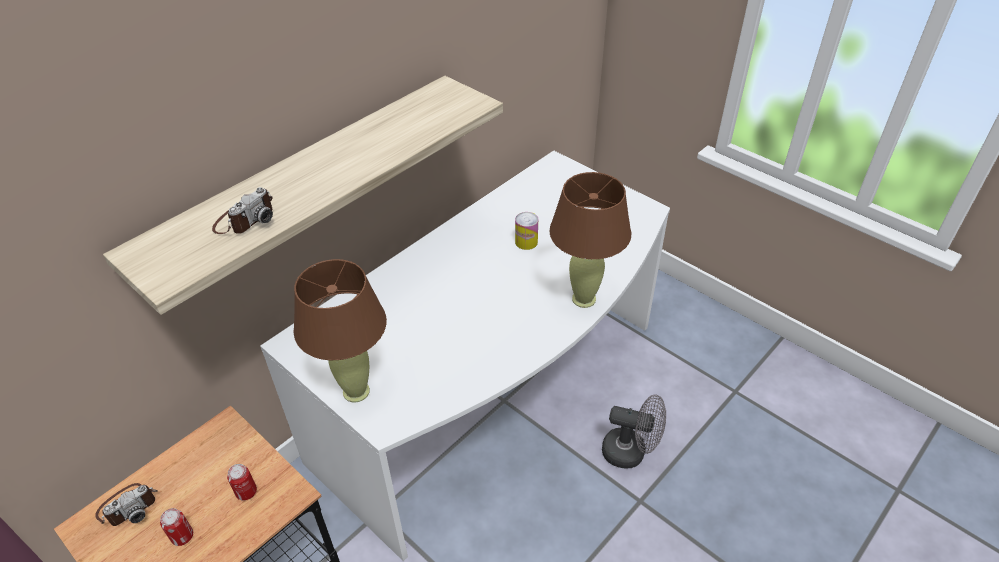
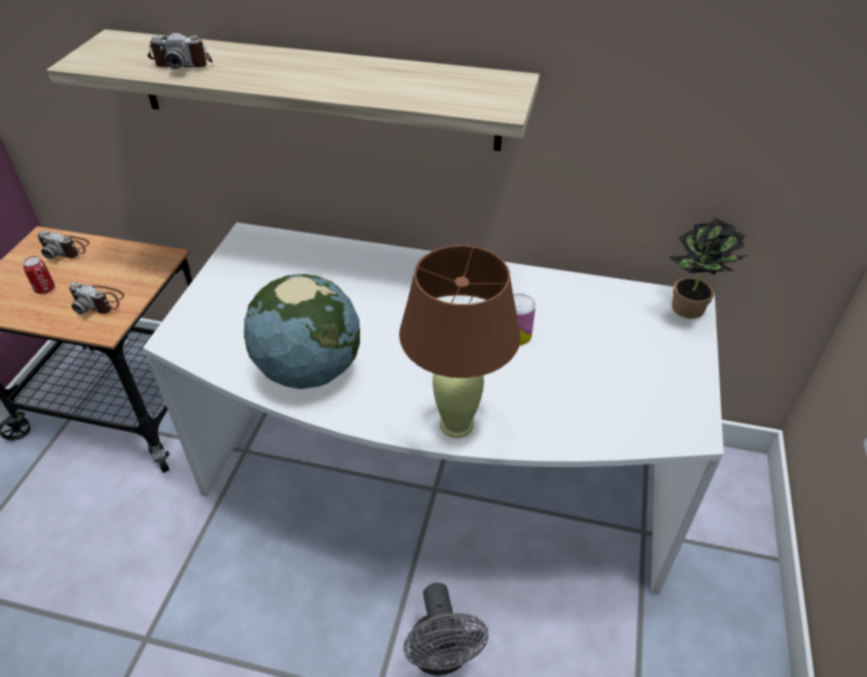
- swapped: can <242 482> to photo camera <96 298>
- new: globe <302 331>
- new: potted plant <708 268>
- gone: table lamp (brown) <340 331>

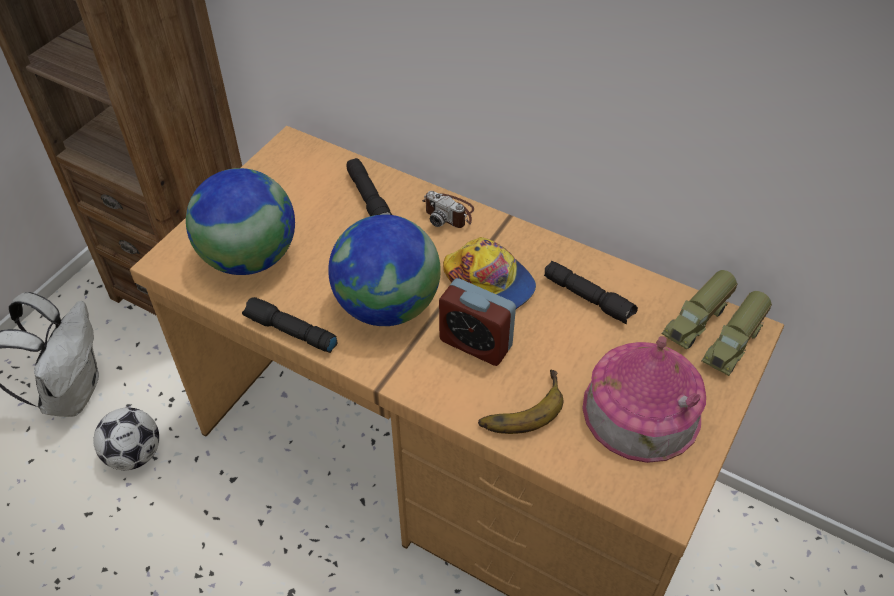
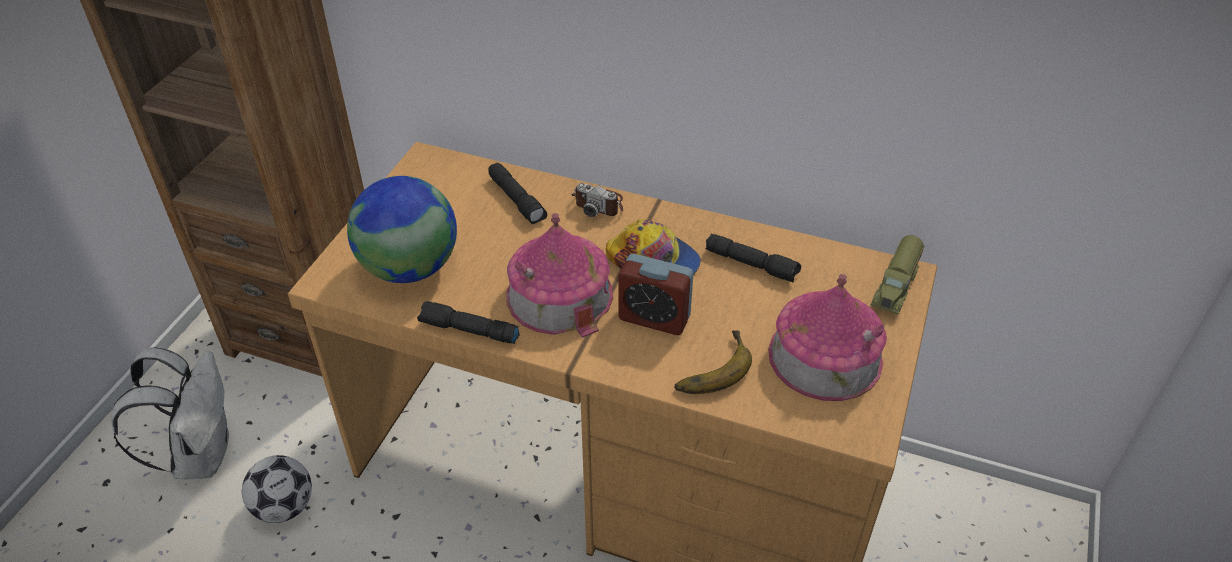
- swapped: globe <384 270> to toy house <560 275>
- gone: toy truck <699 310>

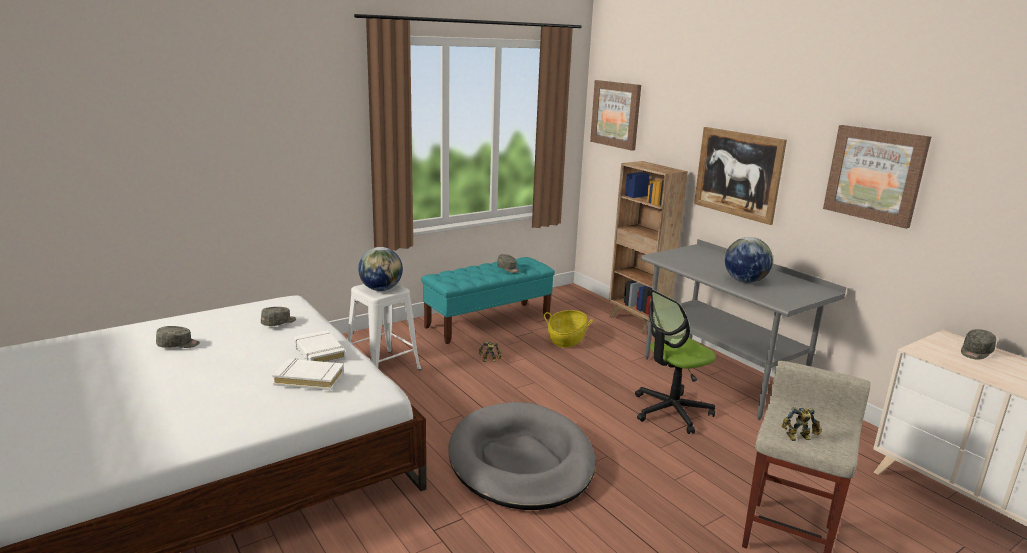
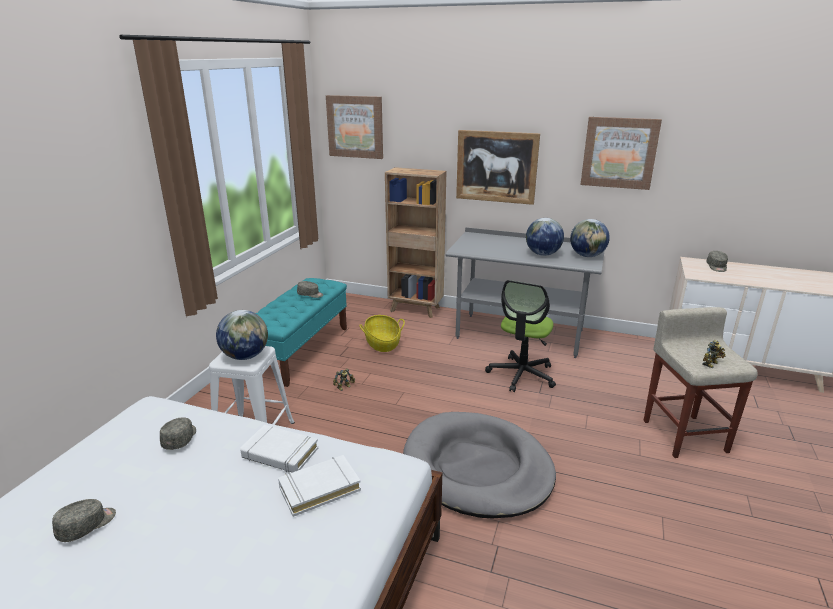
- new: globe <590 238>

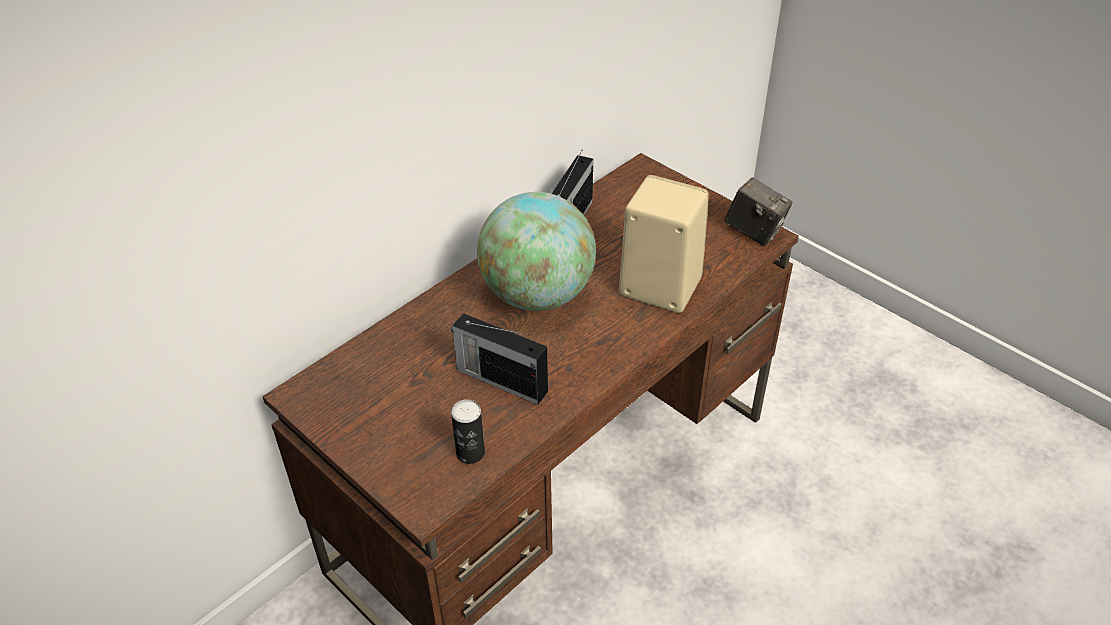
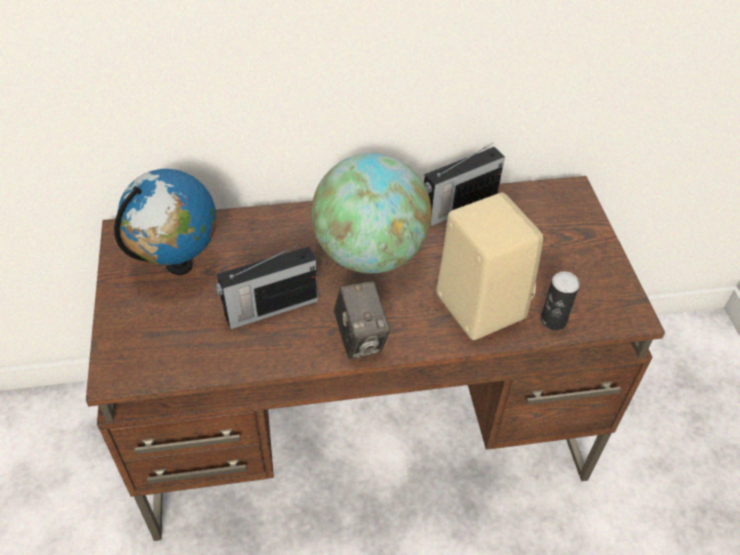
- new: globe <165 222>
- rotated: radio <499 359> = <266 287> 90 degrees counterclockwise
- shifted: photo camera <758 212> to <361 320>
- shifted: can <468 431> to <560 300>

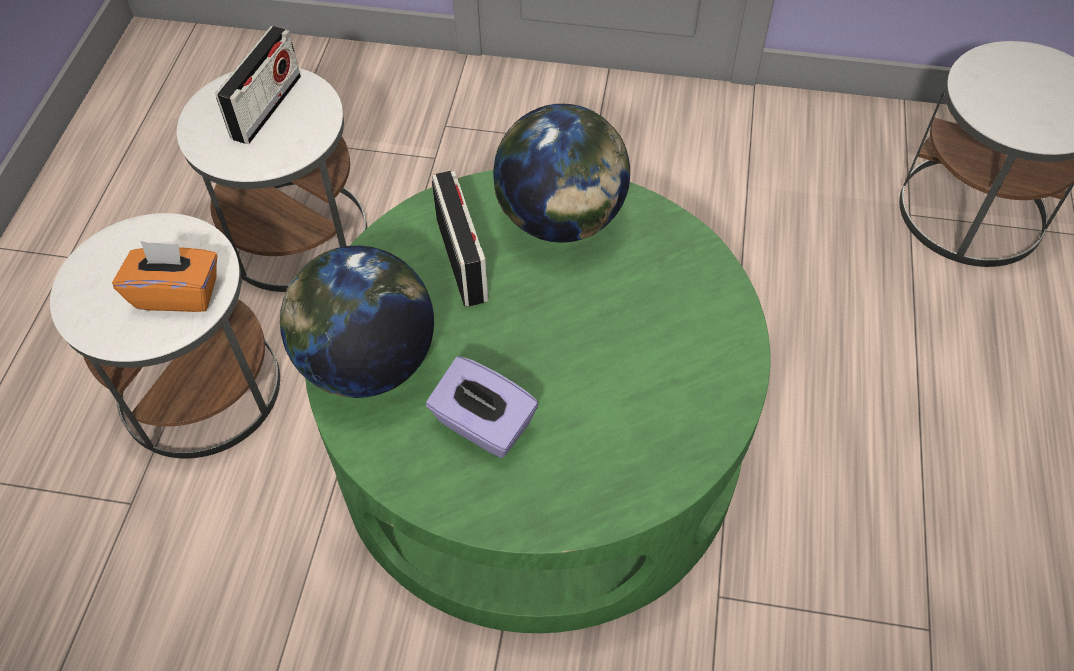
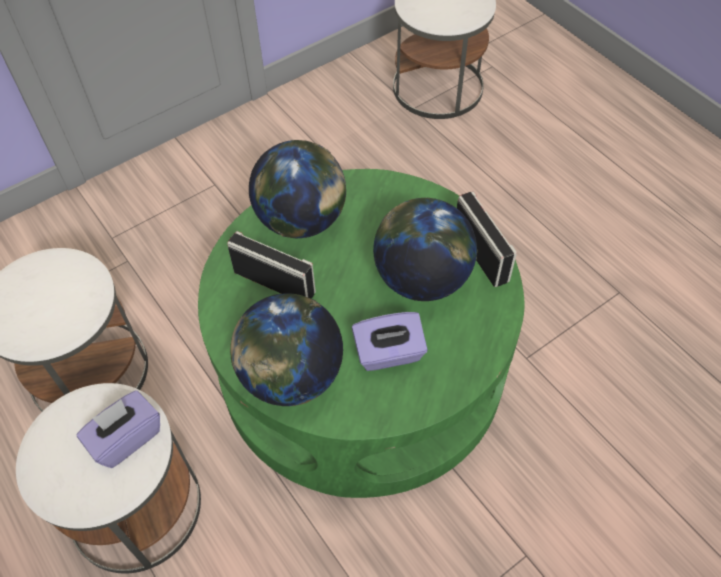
- repainted: tissue box (orange) <164 276> to tissue box (purple) <118 429>
- new: globe <425 249>
- shifted: radio <258 85> to <487 239>

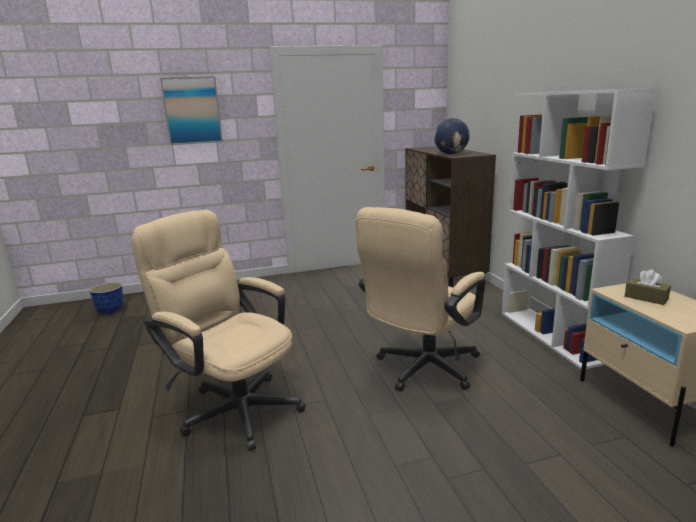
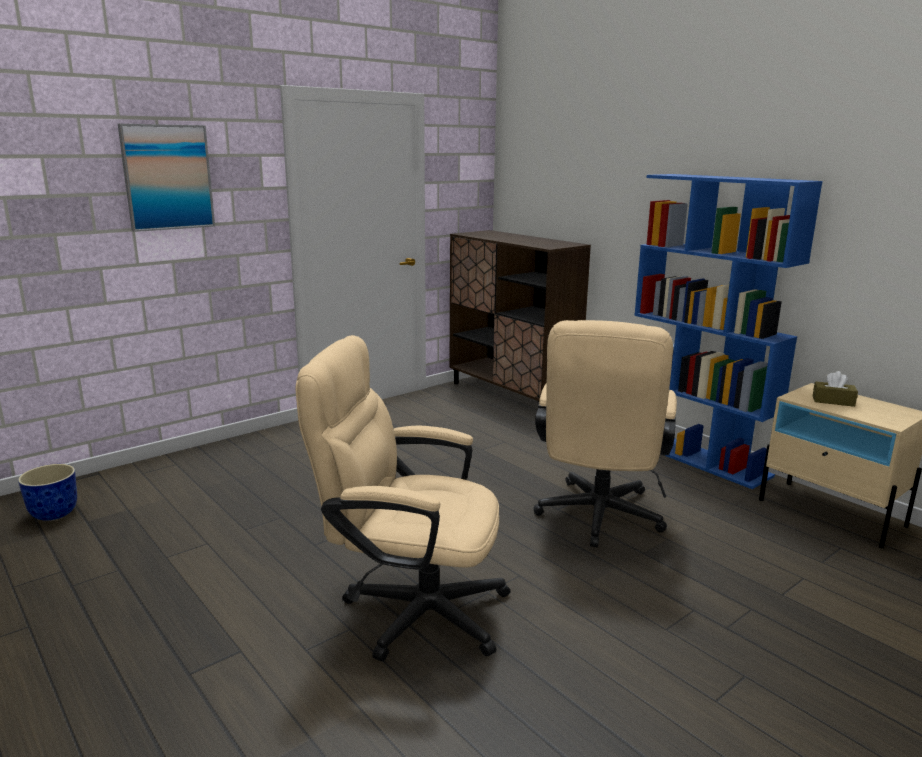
- repainted: bookcase (white) <579 228> to bookcase (blue) <728 331>
- gone: globe <452 136>

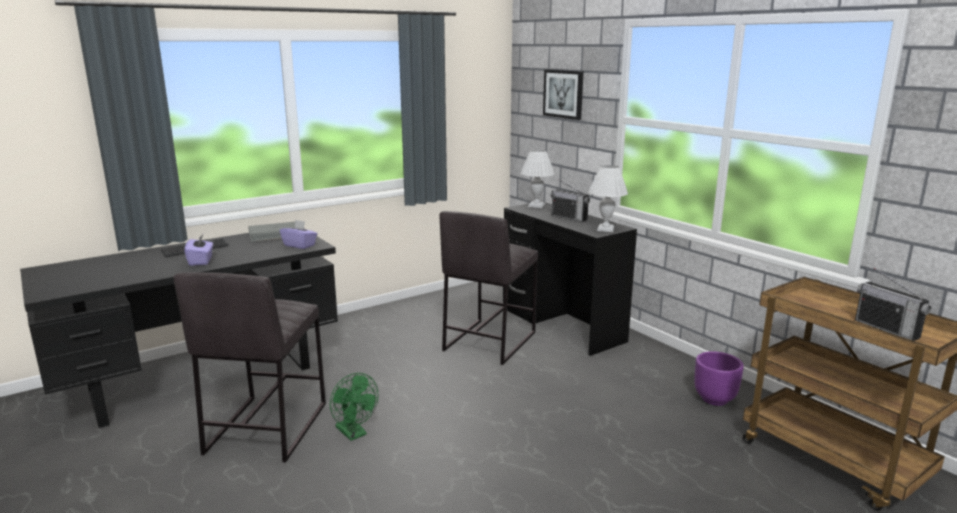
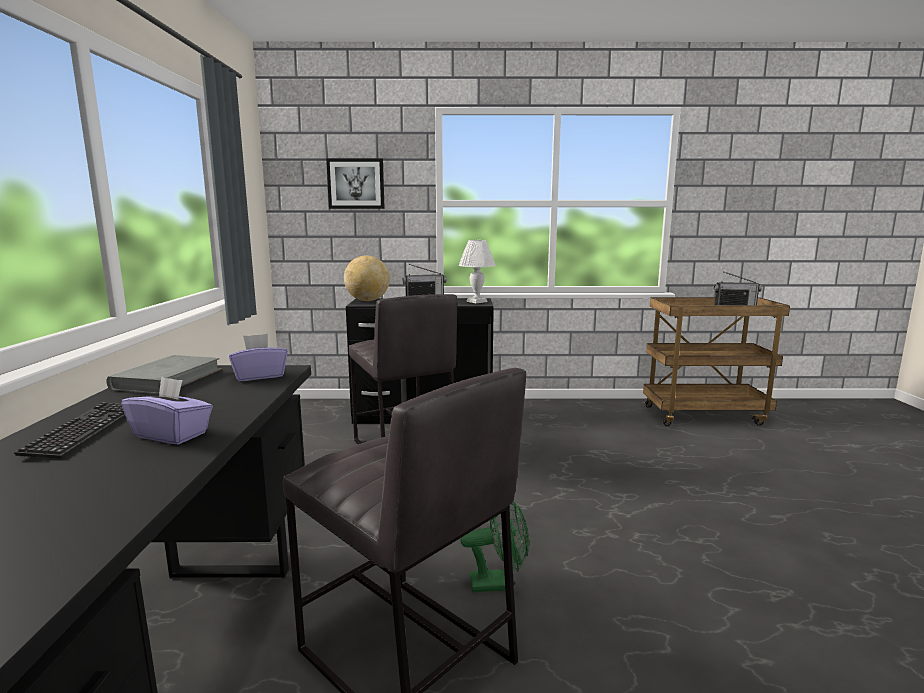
- swapped: table lamp (white) <537 178> to globe <367 278>
- gone: planter (purple) <719 378>

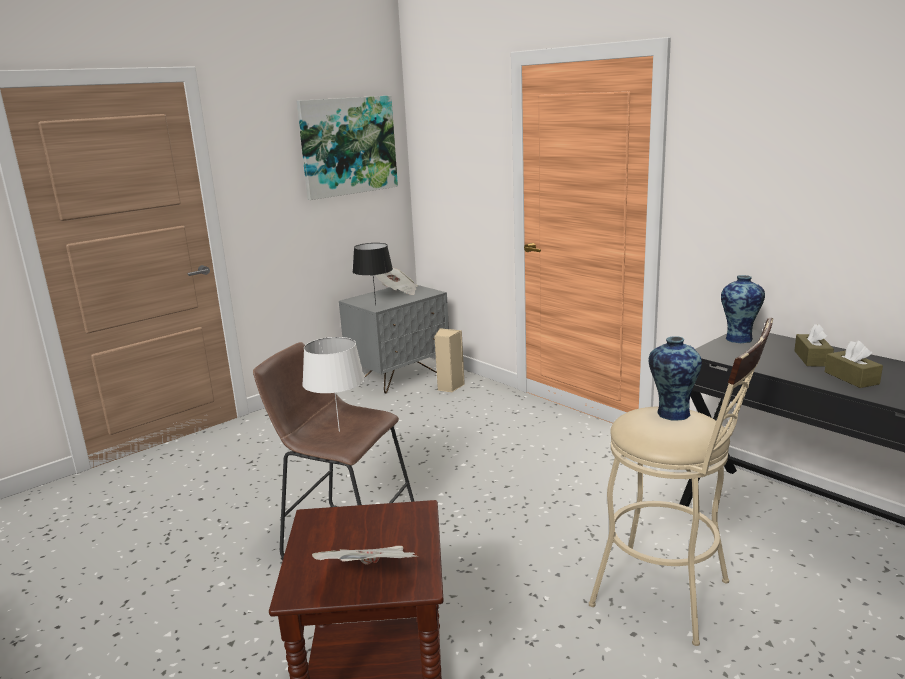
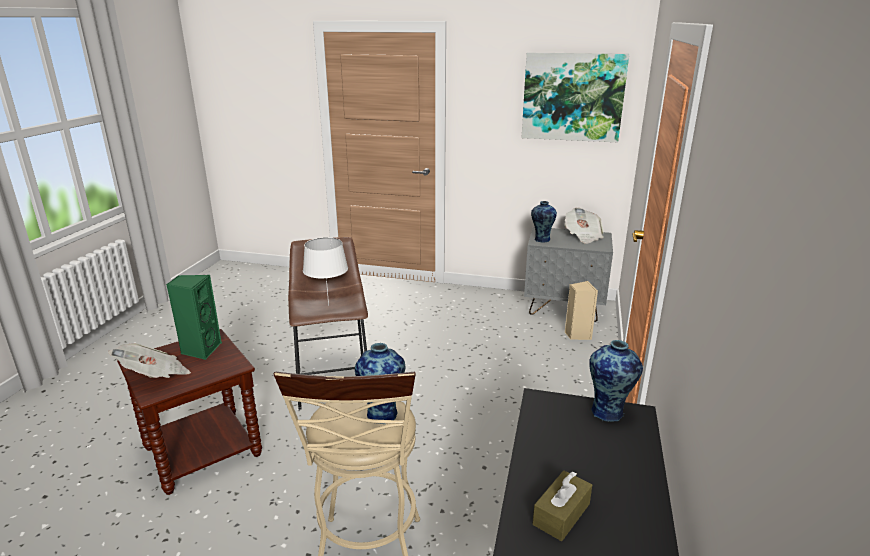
- new: speaker (green) <194 317>
- swapped: table lamp (black) <373 274> to vase <544 222>
- gone: tissue box (brown) <814 345>

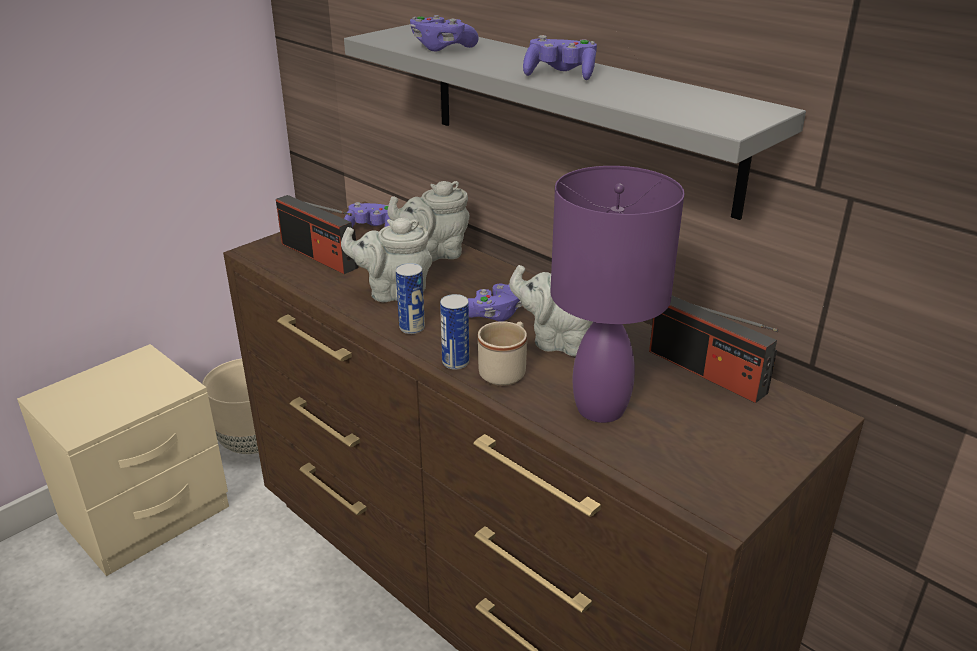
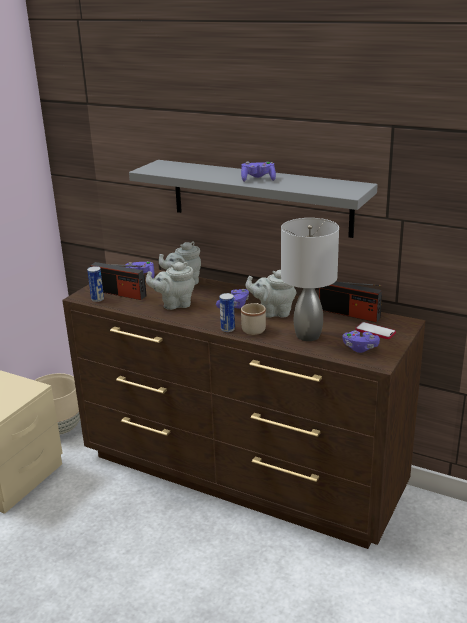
- shifted: can <410 298> to <95 284>
- repainted: table lamp (purple) <618 294> to table lamp (grey) <310 279>
- shifted: game controller (purple) <444 33> to <361 342>
- new: phone <375 330>

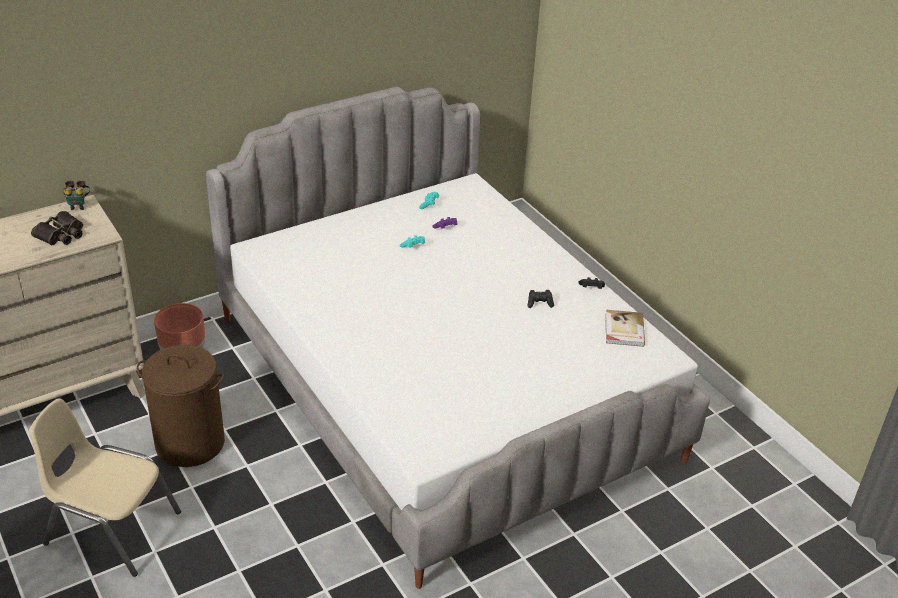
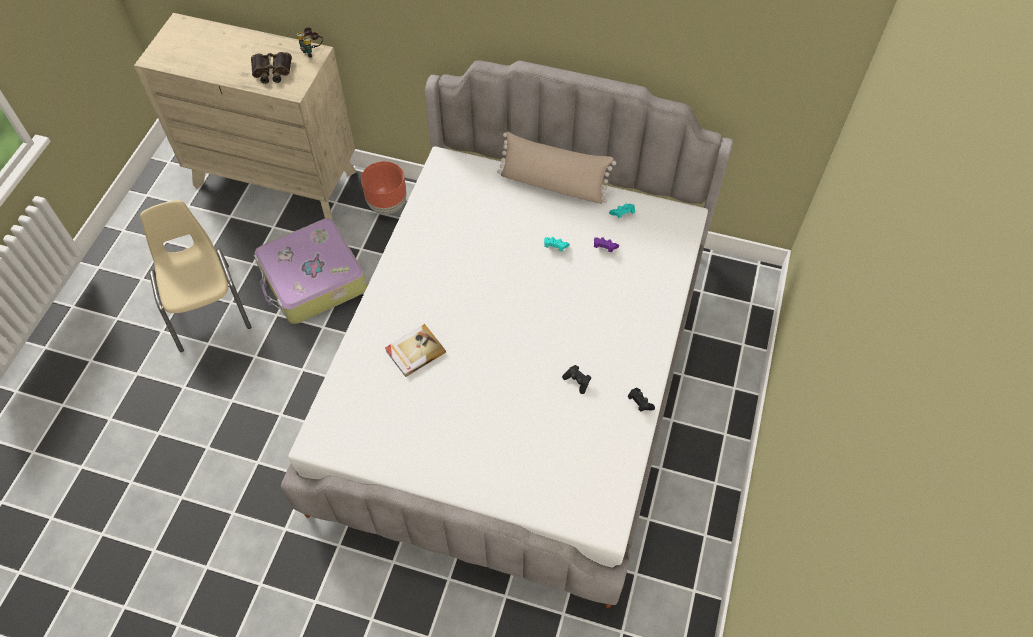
- swapped: laundry basket (brown) <181 406> to suitcase <310 271>
- shifted: book <625 328> to <415 350>
- new: pillow (beige) <556 167>

